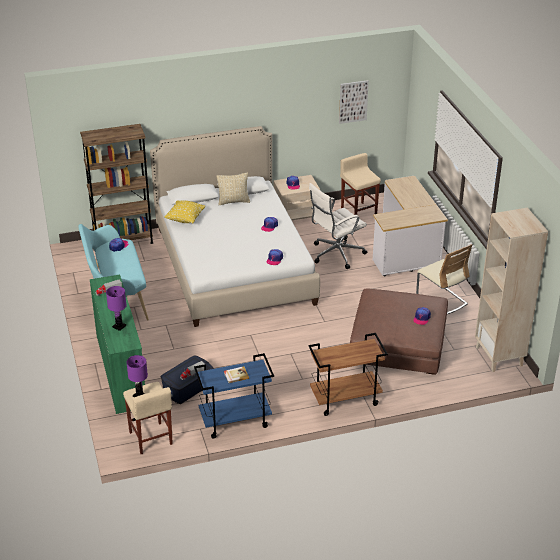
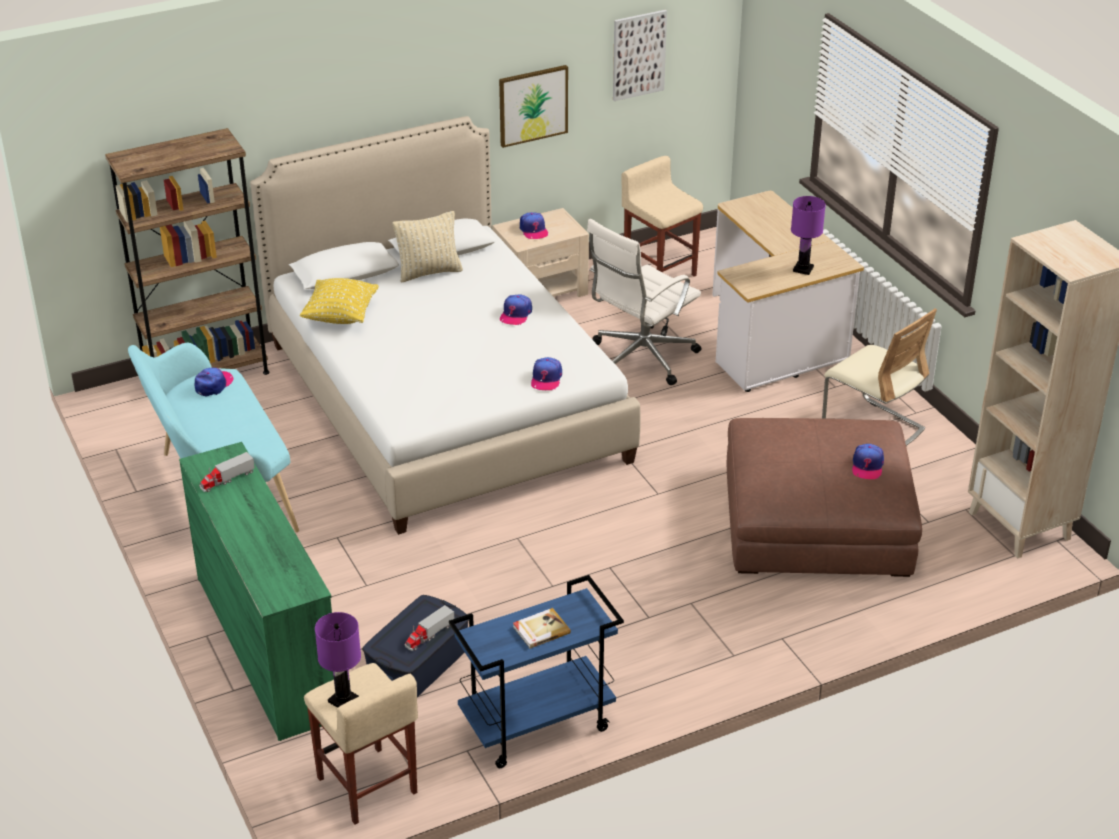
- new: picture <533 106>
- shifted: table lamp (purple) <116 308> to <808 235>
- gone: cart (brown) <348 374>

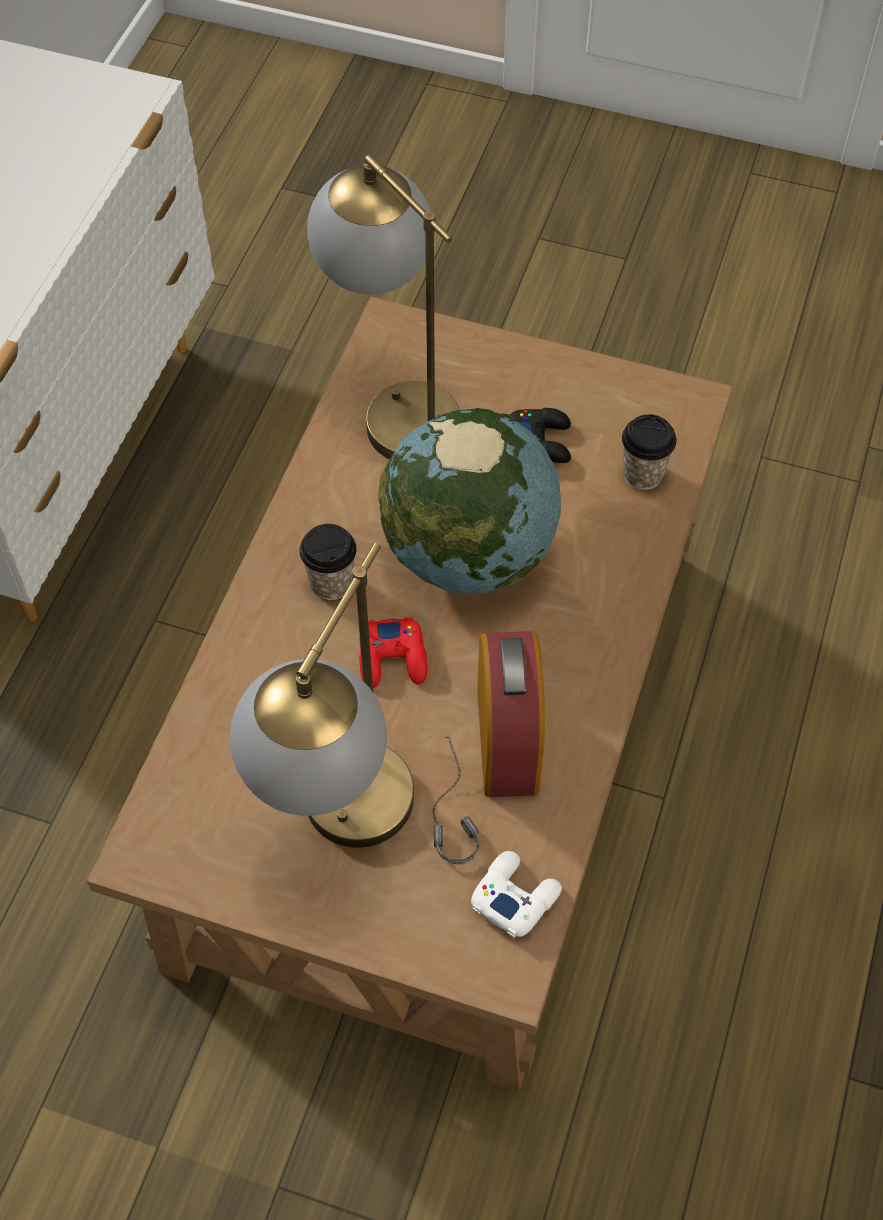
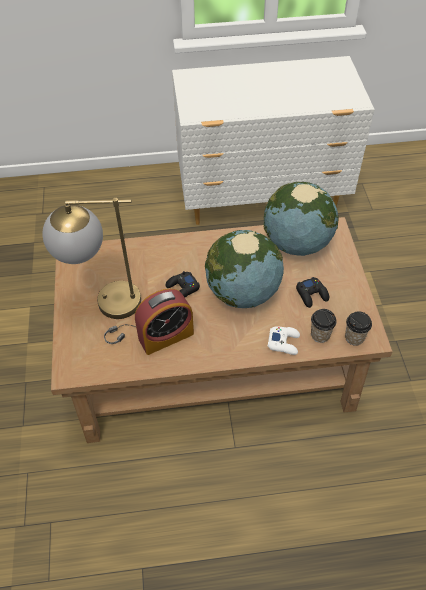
- repainted: game controller (red) <393 652> to game controller (black) <182 284>
- swapped: table lamp <383 307> to globe <301 219>
- shifted: game controller (white) <516 894> to <283 341>
- shifted: cup <328 562> to <358 328>

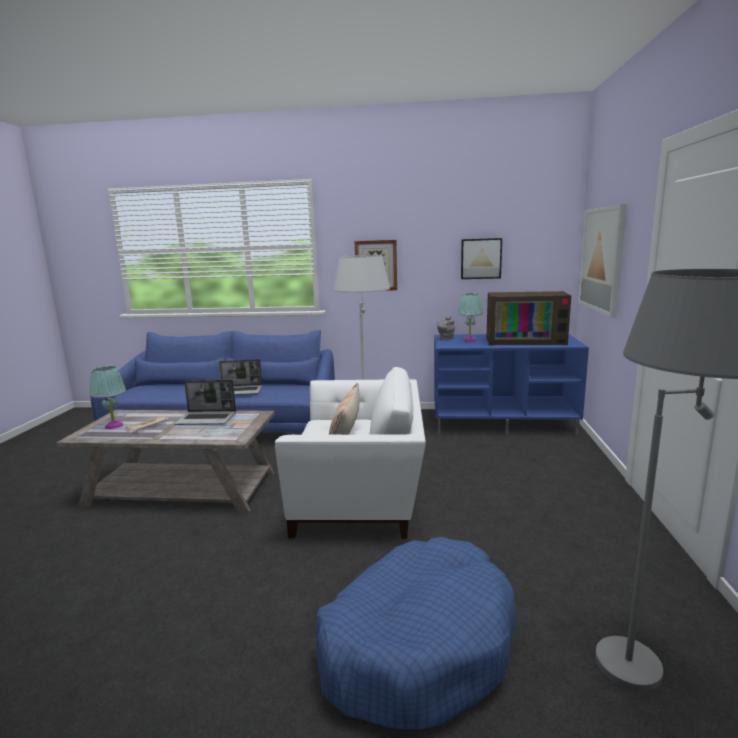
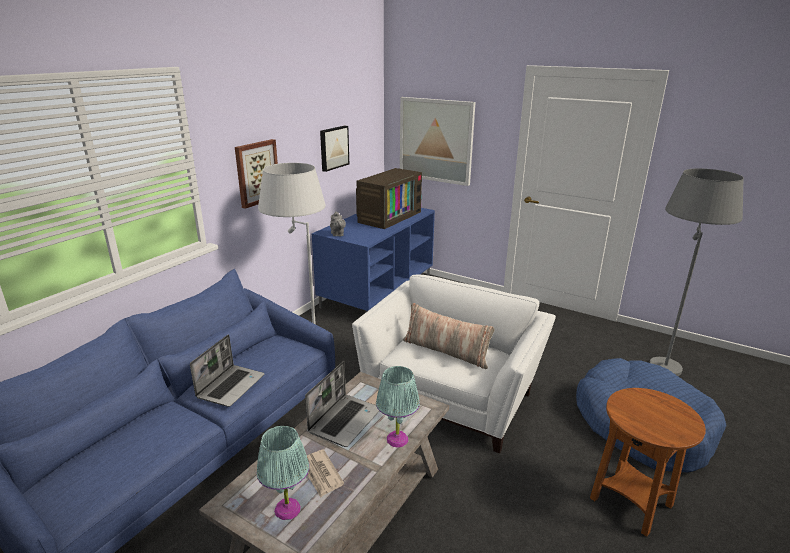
- shifted: table lamp (turquoise) <470 317> to <398 406>
- new: side table (brown) <648 462>

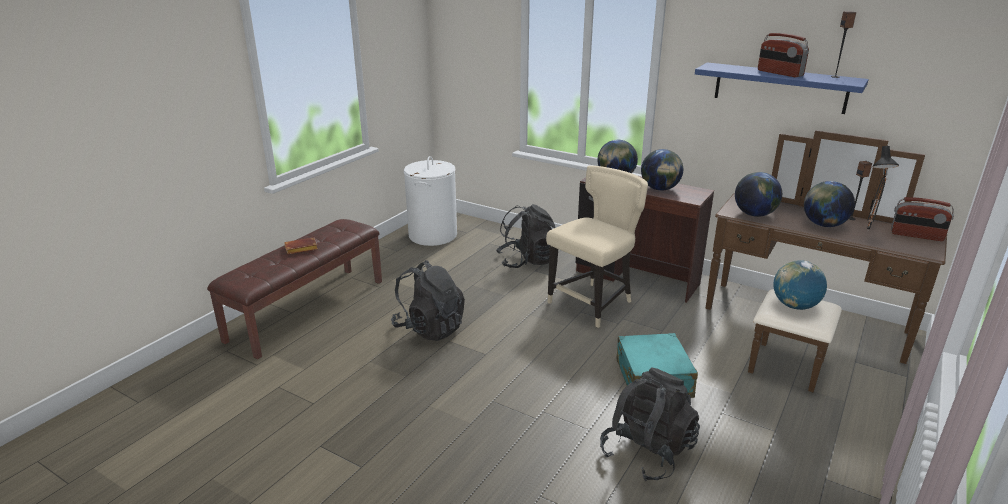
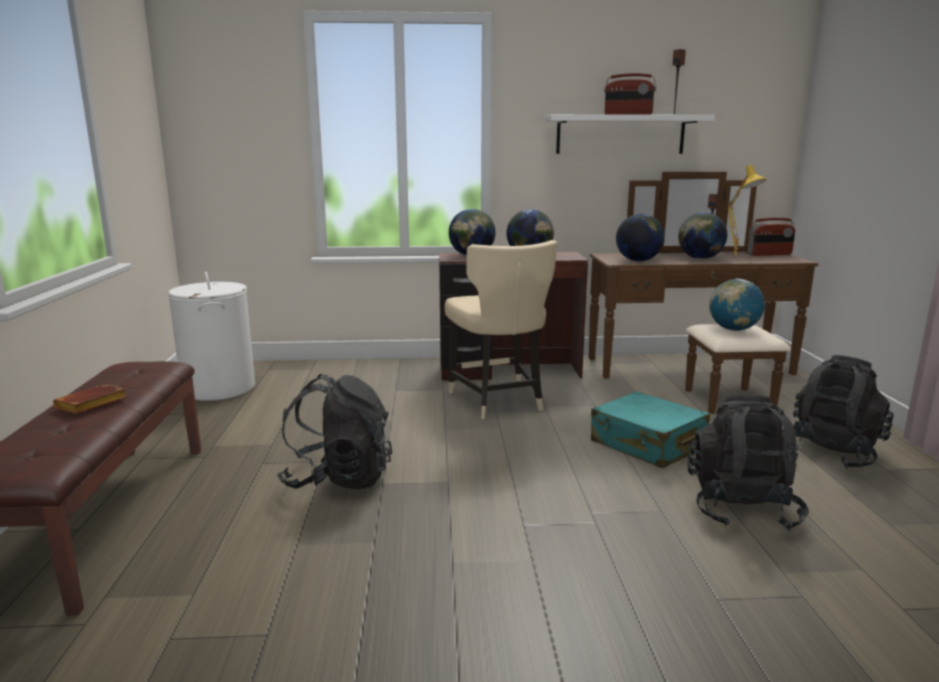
- rotated: chair (beige) <597 247> = <501 329> 150 degrees clockwise
- repainted: shelf (blue) <782 88> to shelf (white) <629 134>
- repainted: table lamp (black) <883 188> to table lamp (yellow) <747 211>
- shifted: backpack (black) <525 236> to <838 412>

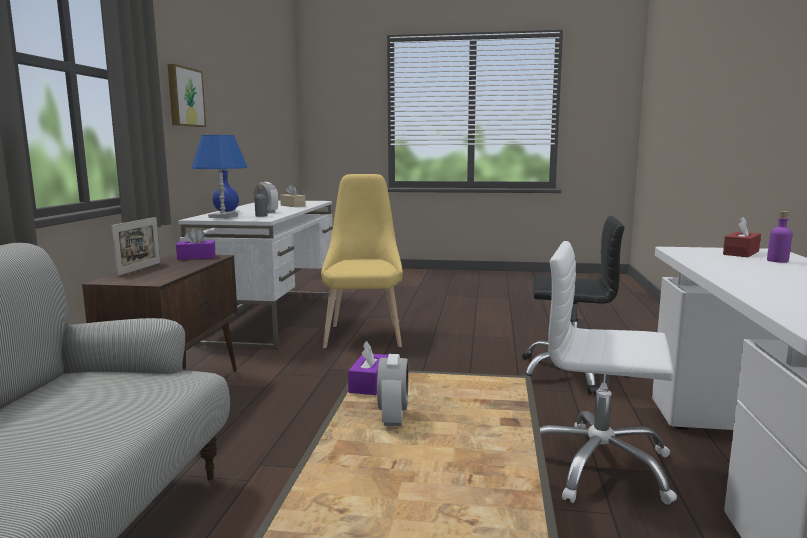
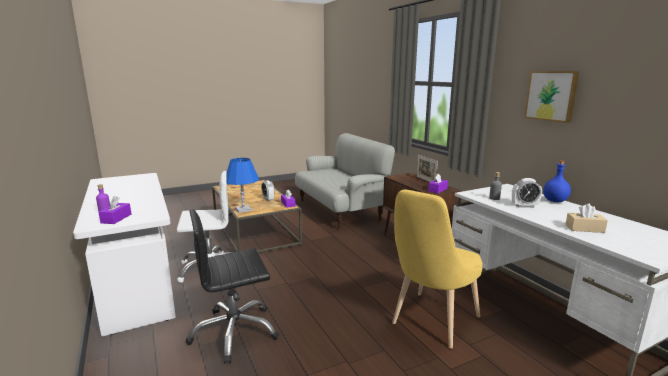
- repainted: tissue box (red) <742 237> to tissue box (purple) <114 210>
- shifted: table lamp (blue) <220 176> to <242 185>
- rotated: chair (yellow) <362 261> = <437 269> 75 degrees clockwise

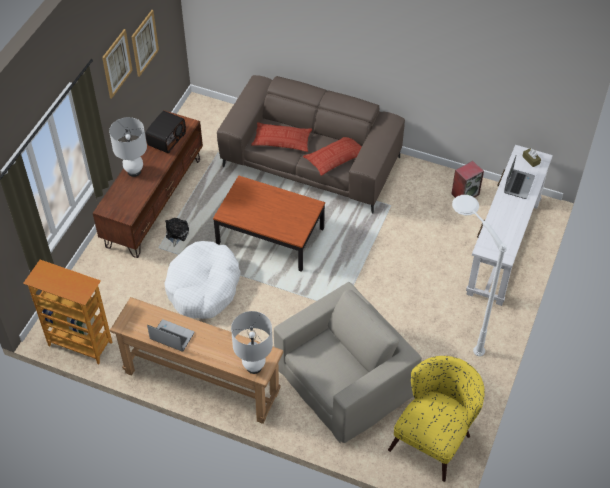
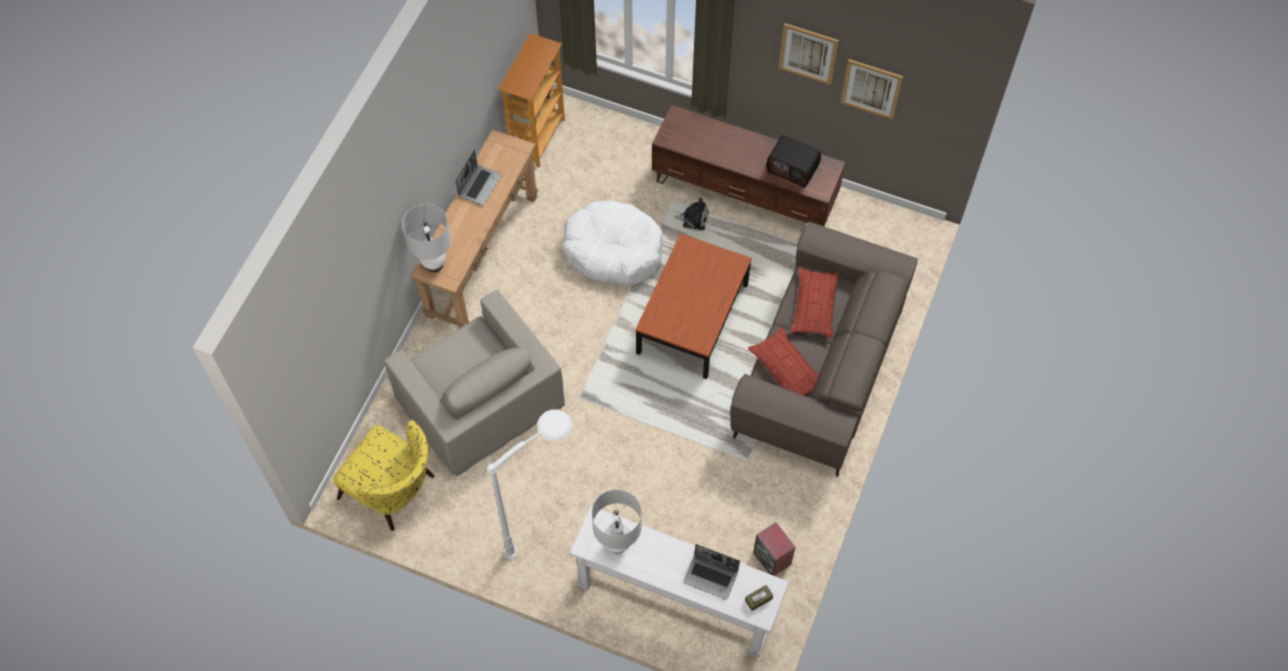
- shifted: table lamp (white) <128 147> to <617 521>

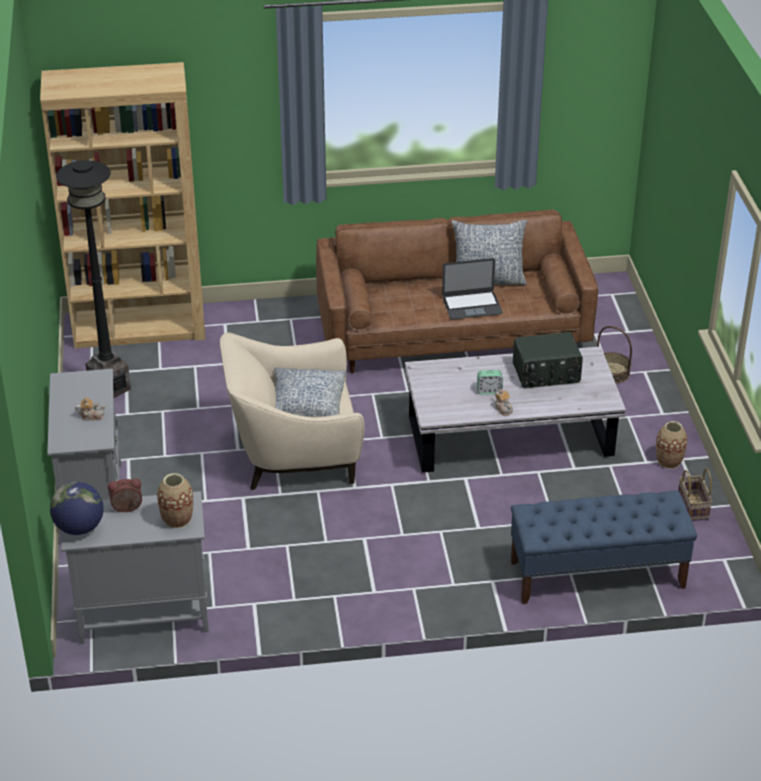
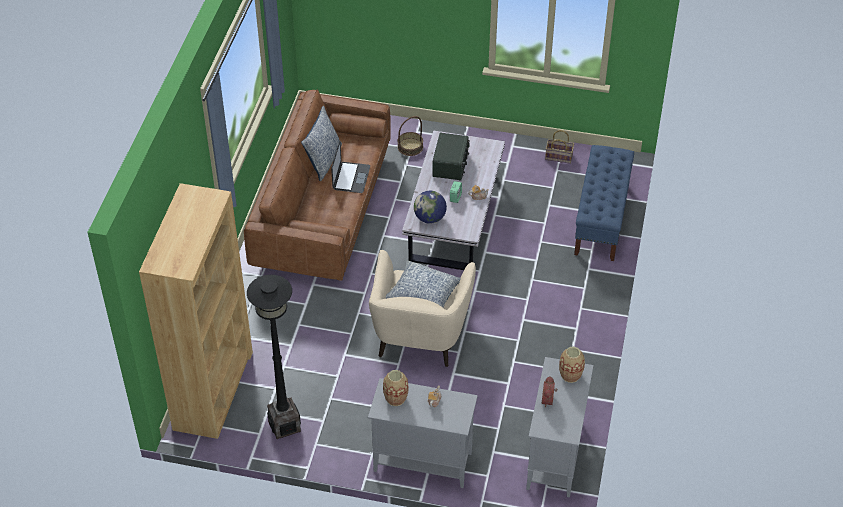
- shifted: vase <672 445> to <396 388>
- shifted: globe <77 508> to <430 207>

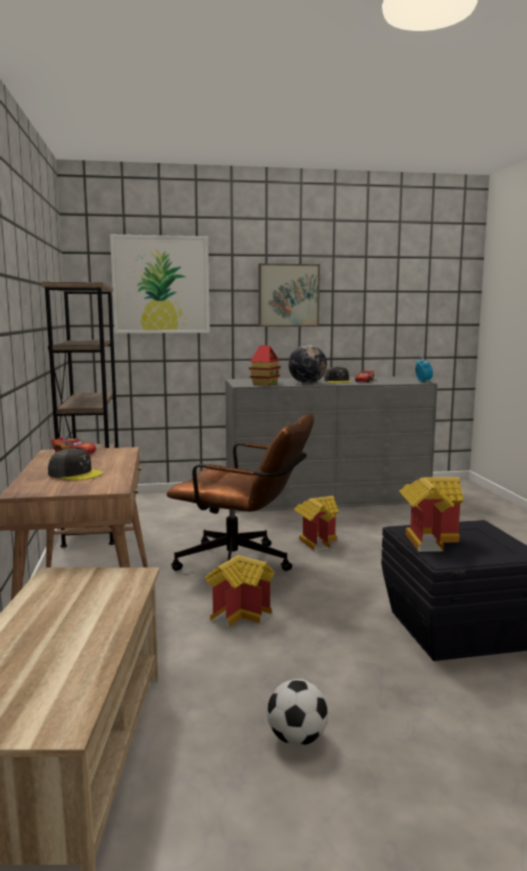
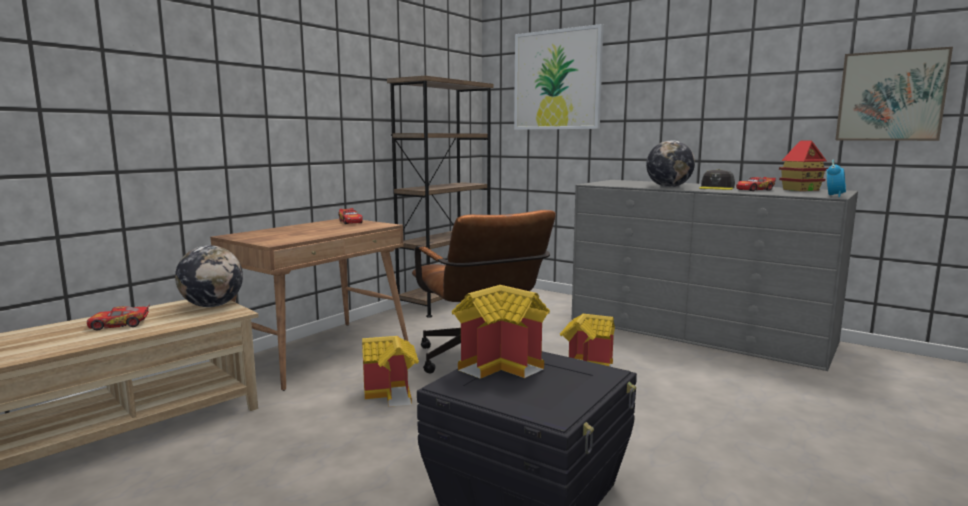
- new: toy car <118 317>
- new: globe <209 276>
- shifted: toy house <265 365> to <803 165>
- shifted: picture <289 295> to <894 94>
- gone: cap (grey) <75 465>
- gone: football <297 712>

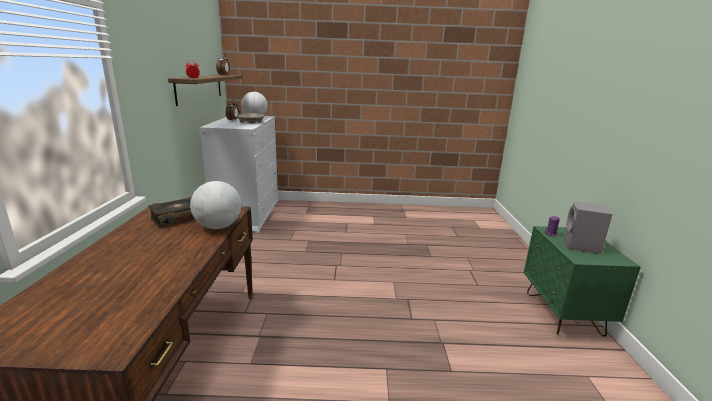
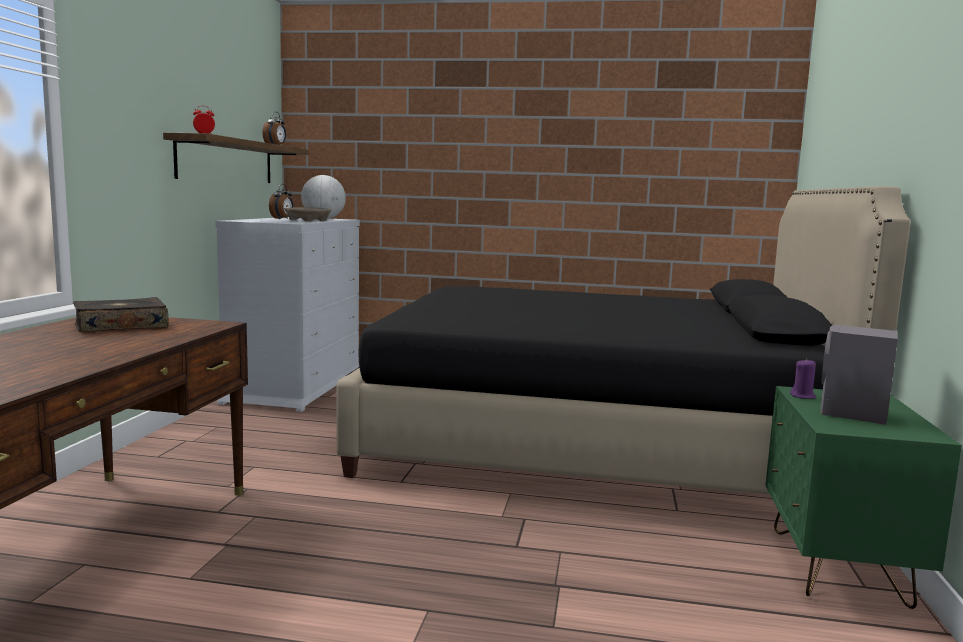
- new: bed (black) <623 340>
- gone: globe <216 205>

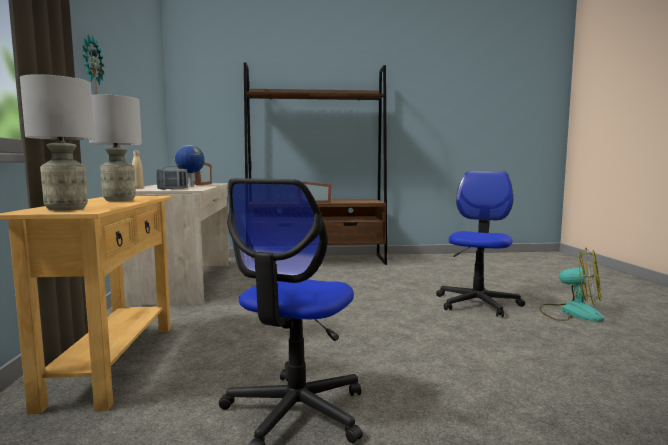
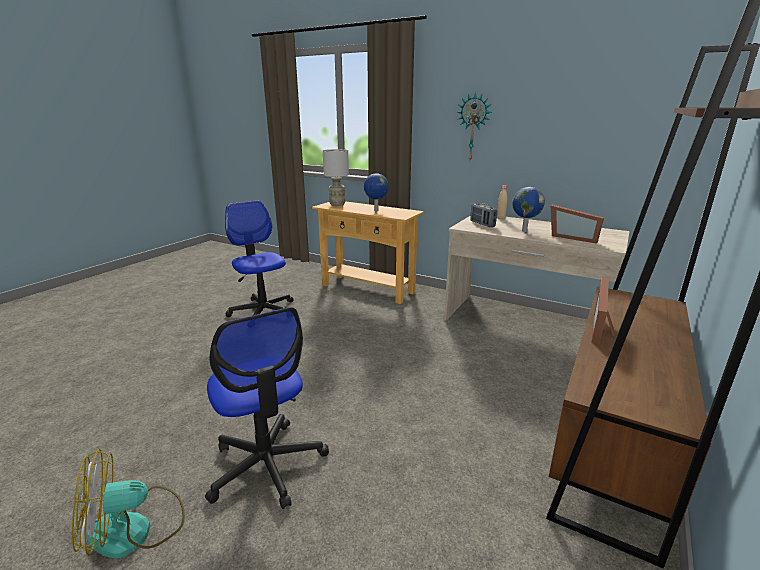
- swapped: table lamp (grey) <115 147> to globe <376 192>

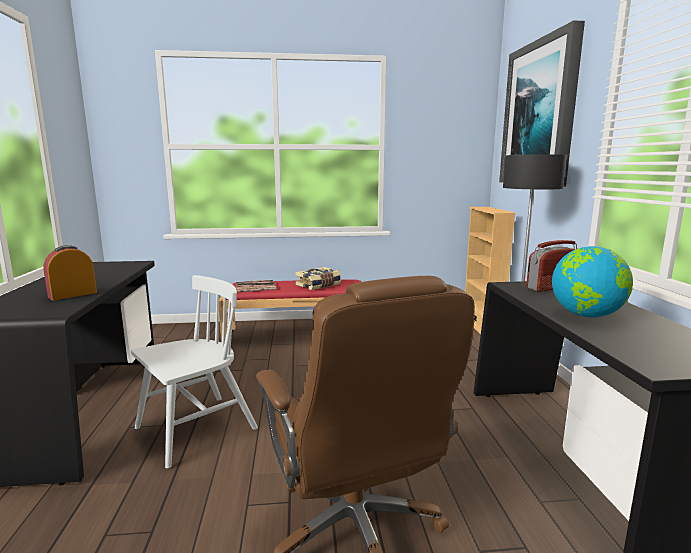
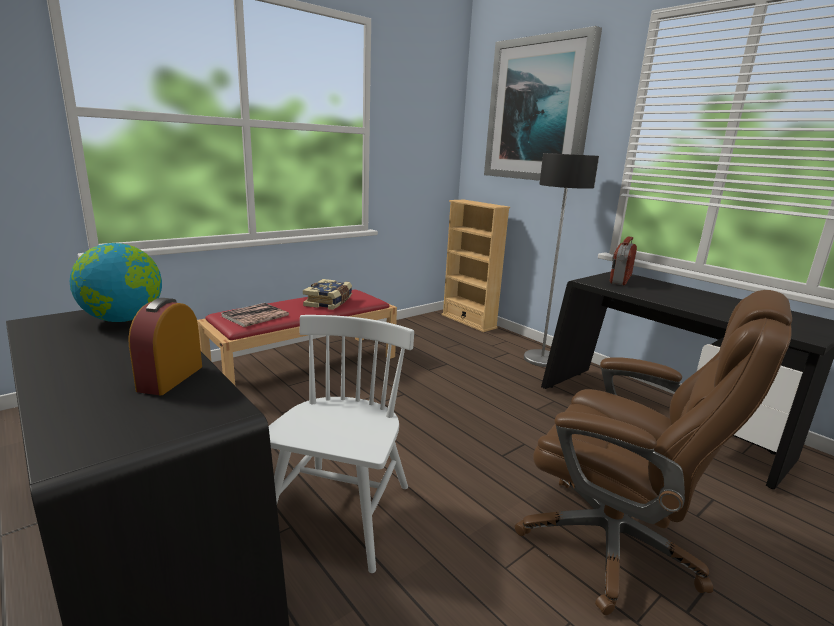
- shifted: globe <592 282> to <116 282>

